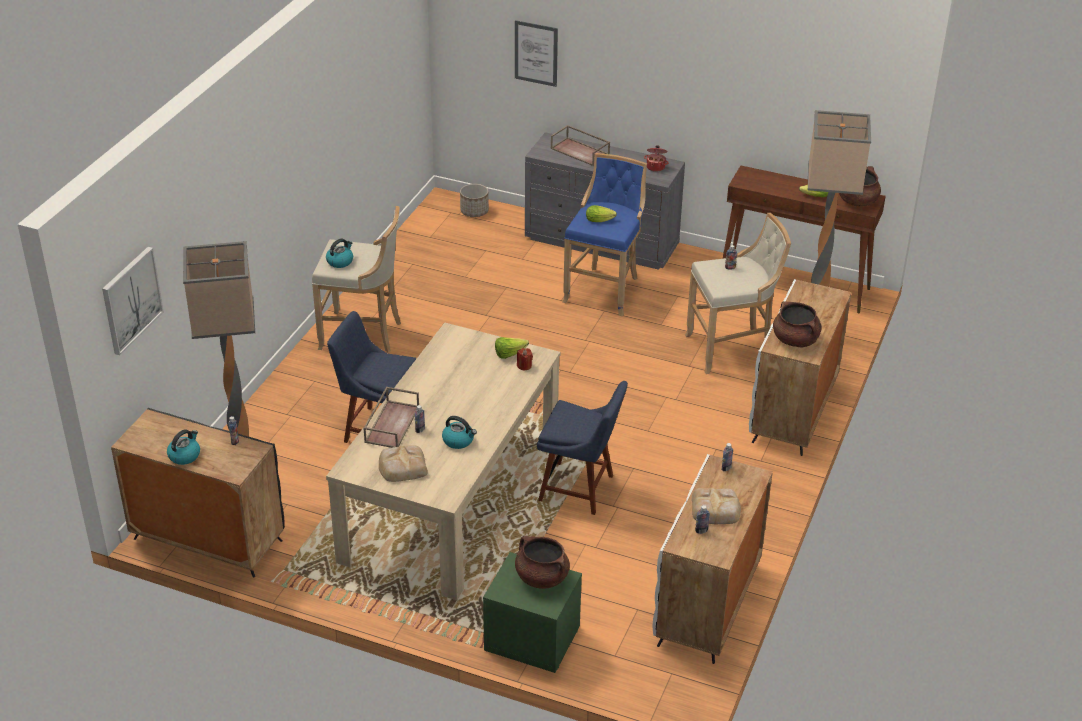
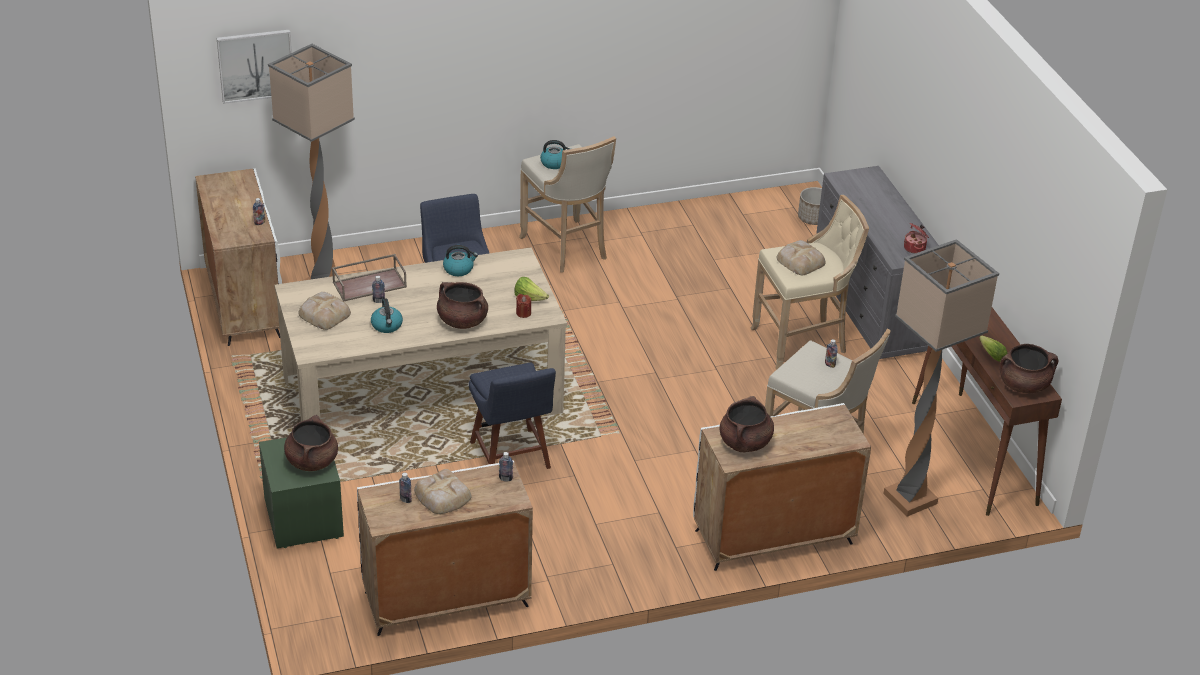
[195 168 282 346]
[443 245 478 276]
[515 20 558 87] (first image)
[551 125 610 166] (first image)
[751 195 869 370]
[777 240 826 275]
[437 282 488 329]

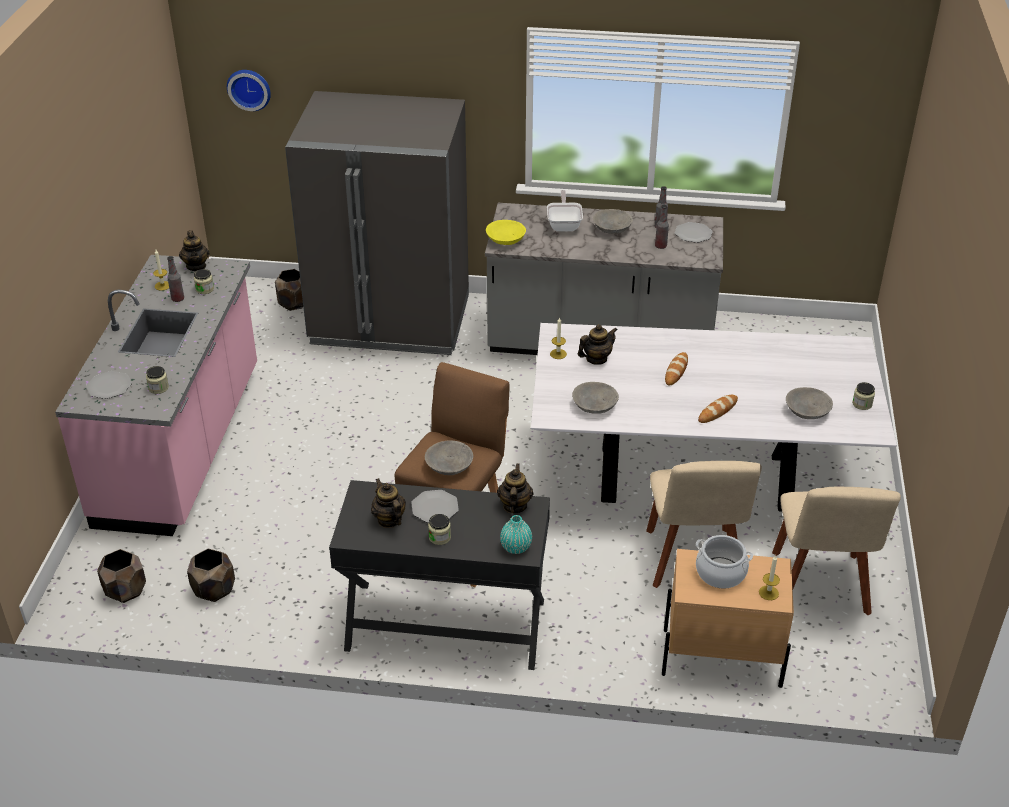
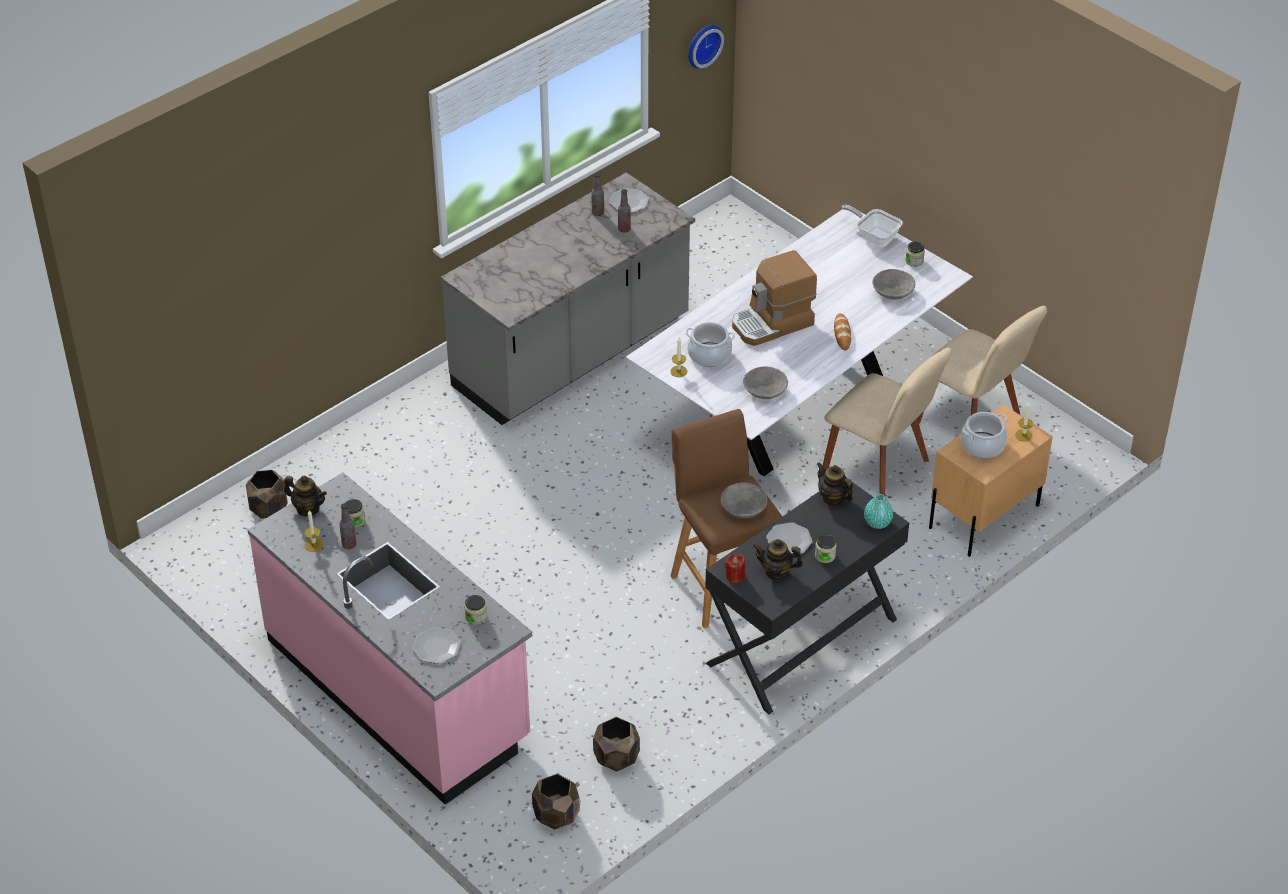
[688 25 724 68]
[285 91 469 355] (first image)
[486 220 526 245] (first image)
[842 205 903 246]
[685 322 735 367]
[593 209 633 234] (first image)
[732 250 817 346]
[725 554 745 583]

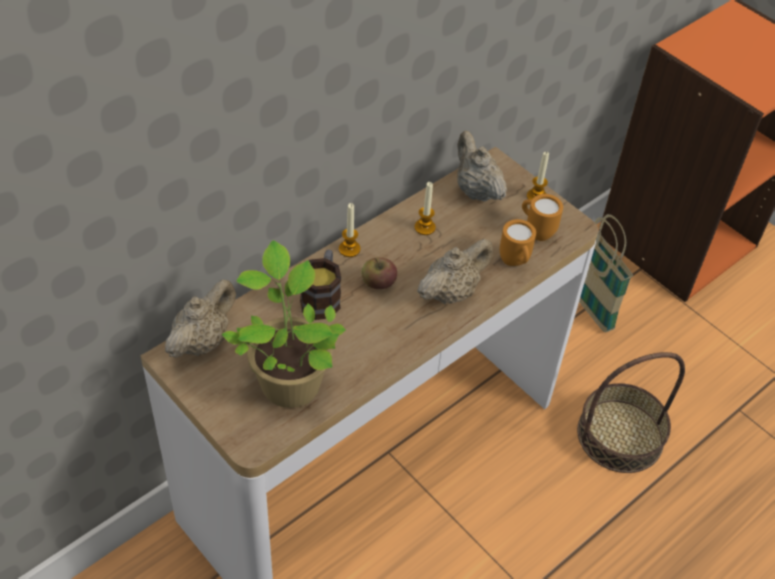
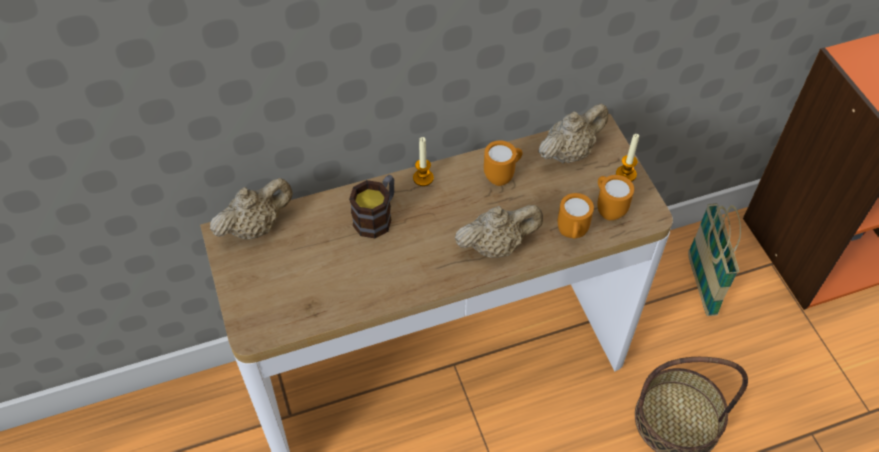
[222 240 346 408] (first image)
[362 257 397 289] (first image)
[484 140 523 186]
[538 104 609 163]

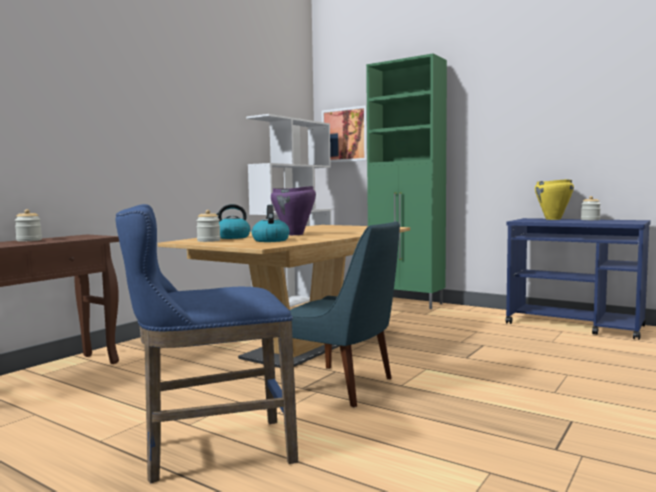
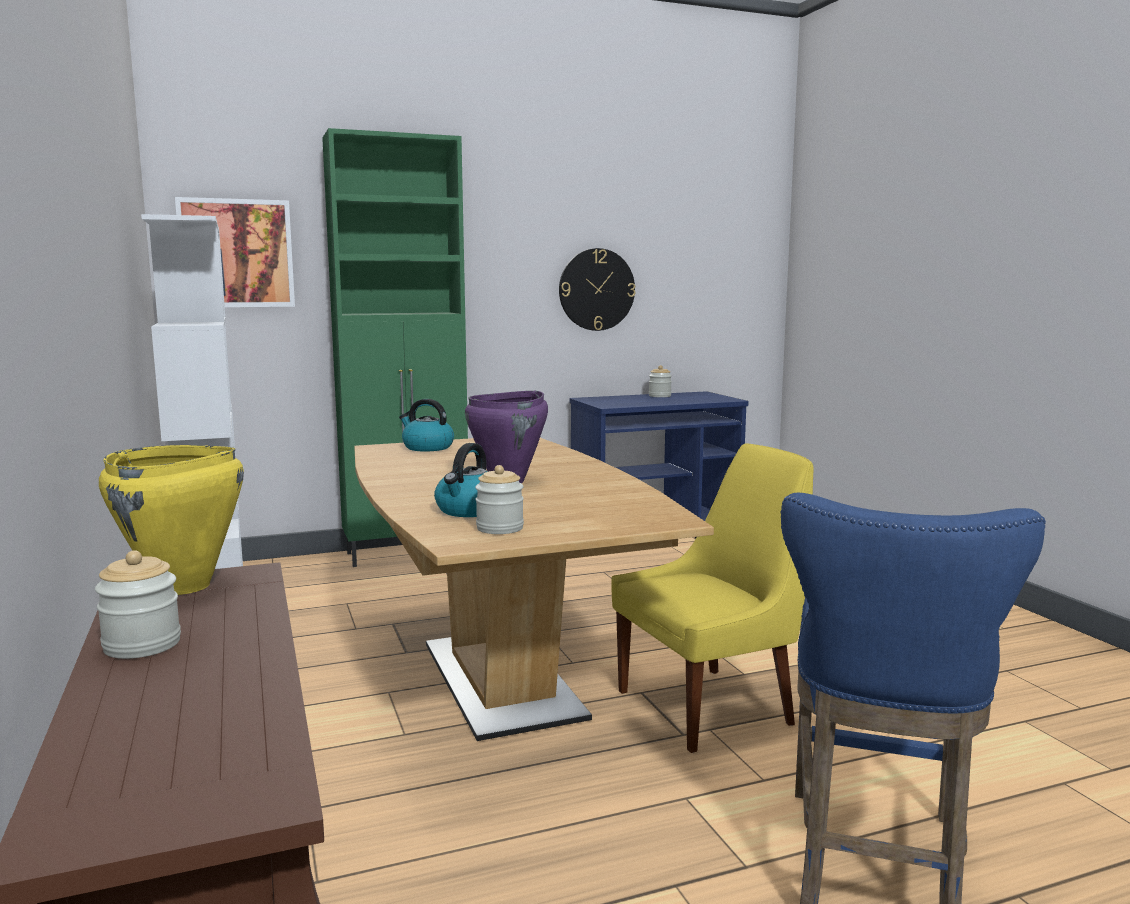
[399 399 454 452]
[611 443 813 753]
[99 445 244 595]
[559 248 636 331]

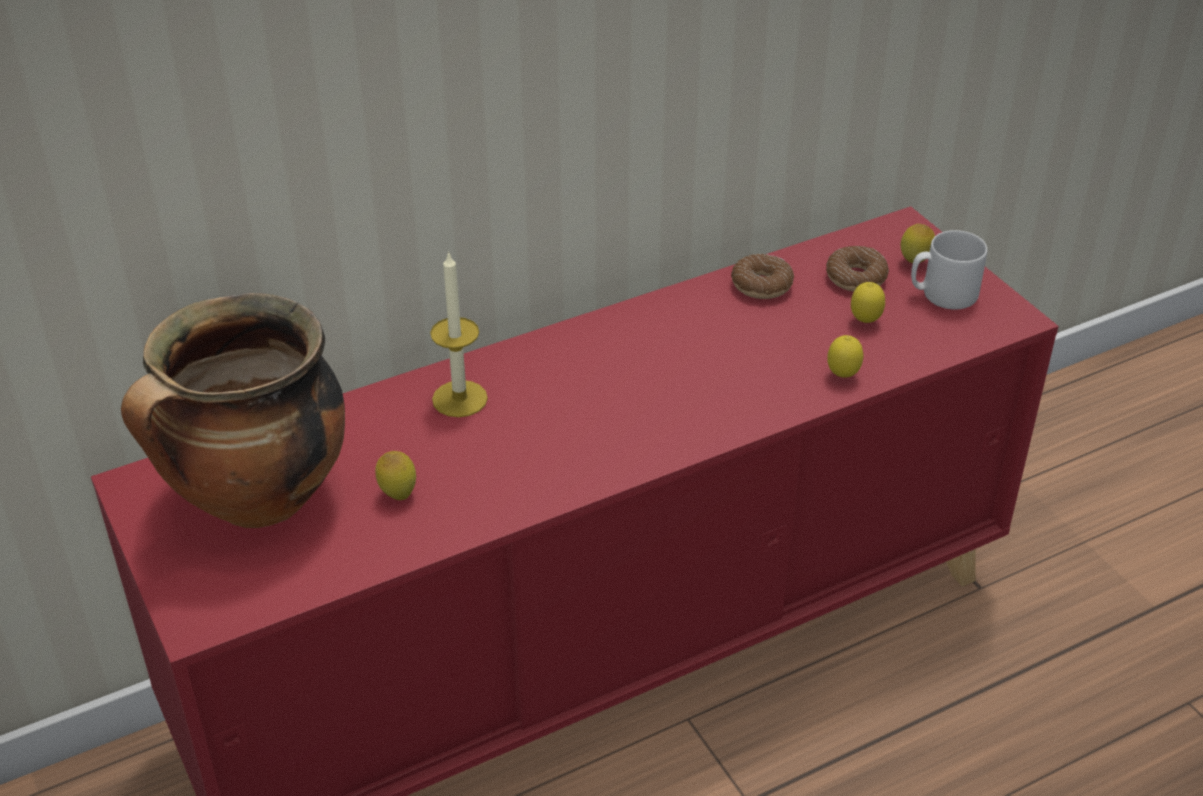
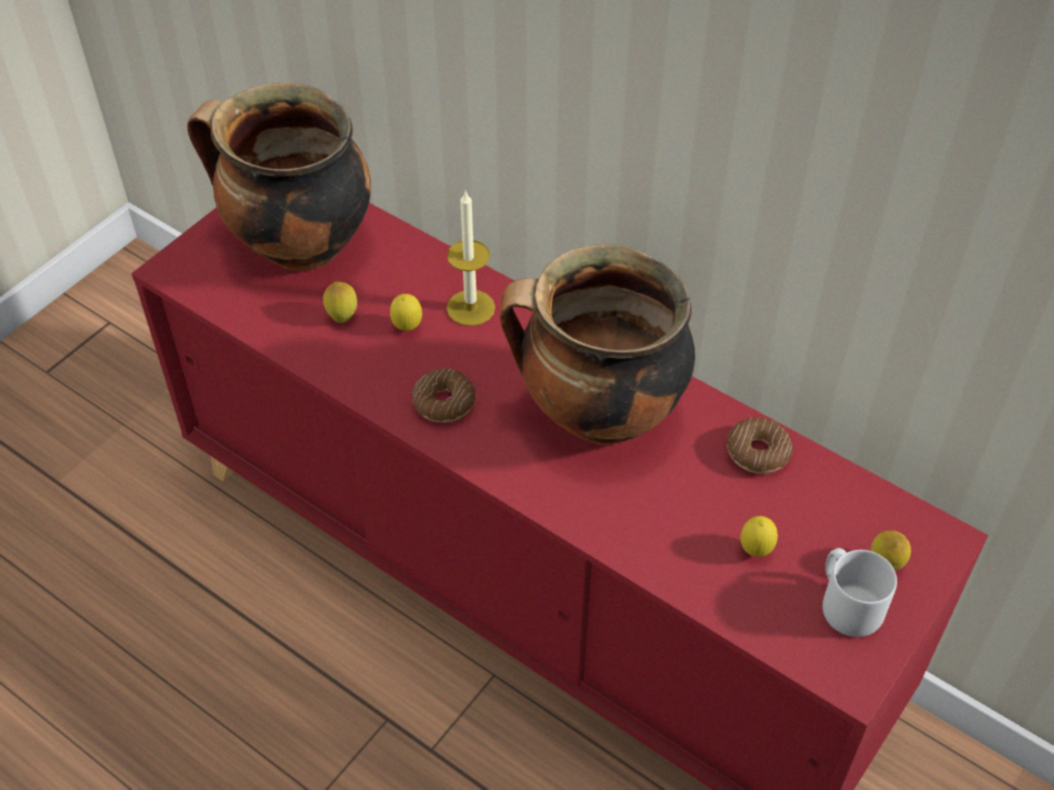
[412 368 475 423]
[390 294 422 331]
[500 244 695 445]

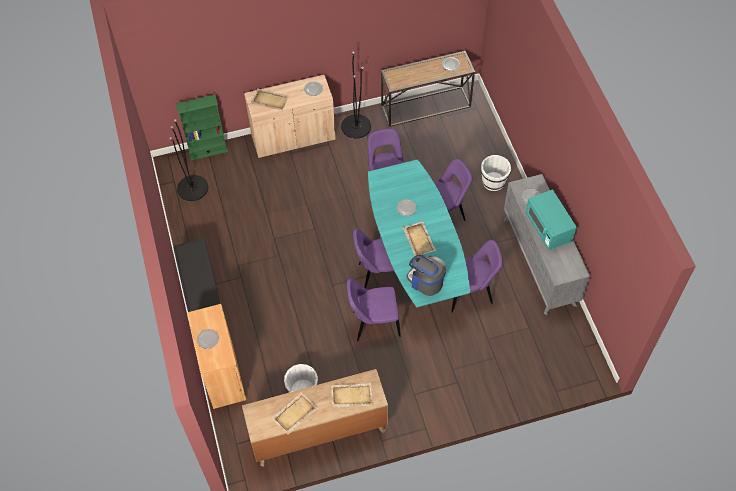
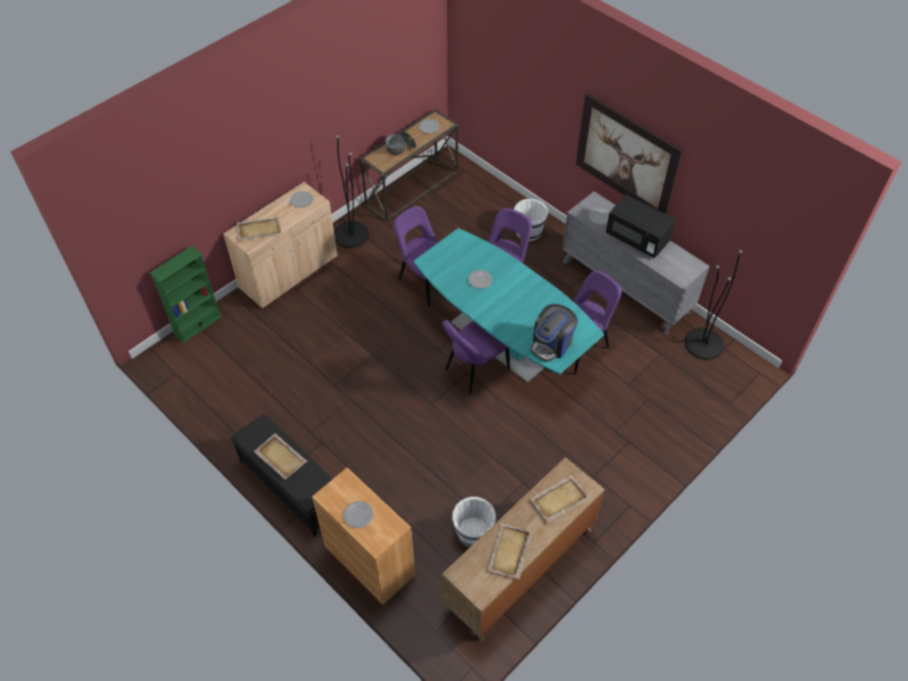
[685 250 742 360]
[347 278 401 341] (first image)
[253 433 308 480]
[531 304 578 362]
[606 194 676 258]
[385 131 416 155]
[576 93 683 215]

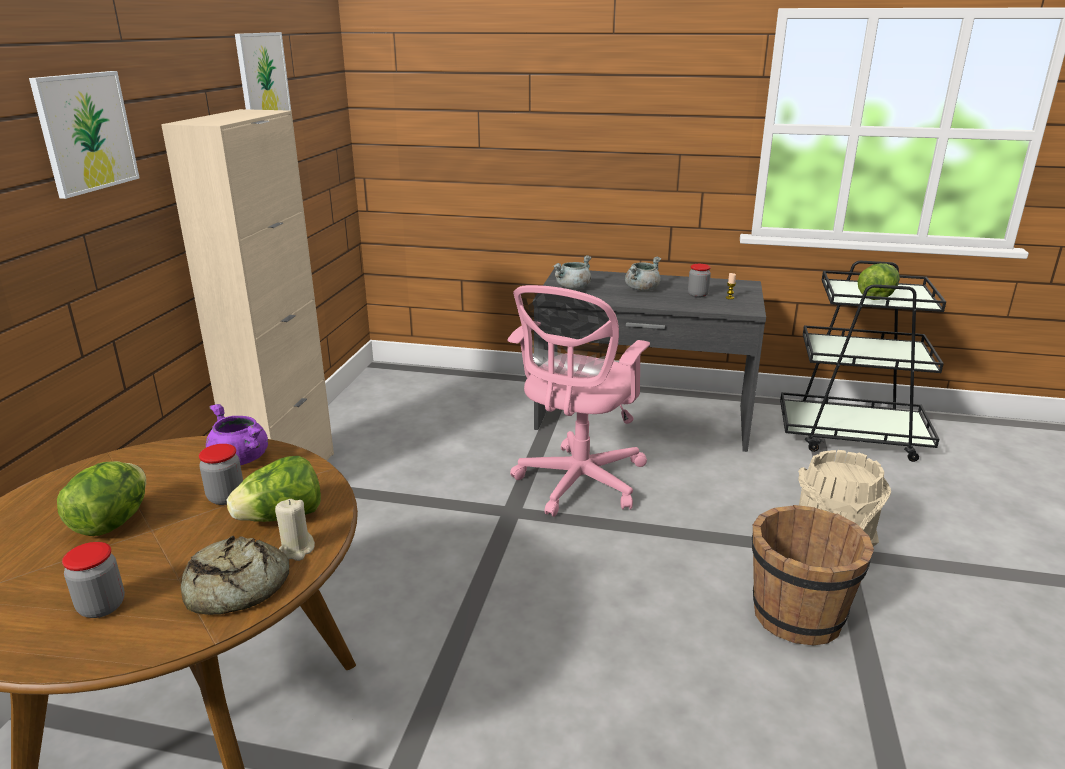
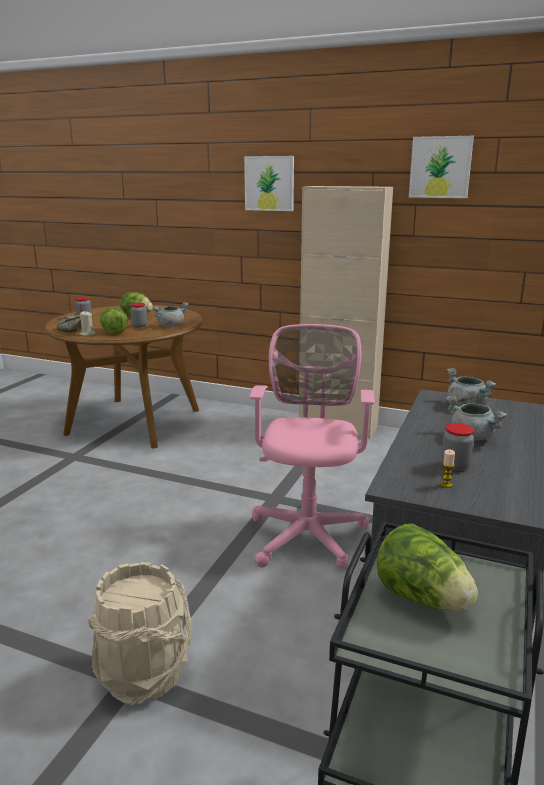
[152 302 188 327]
[249 324 375 568]
[752 505 874 646] (first image)

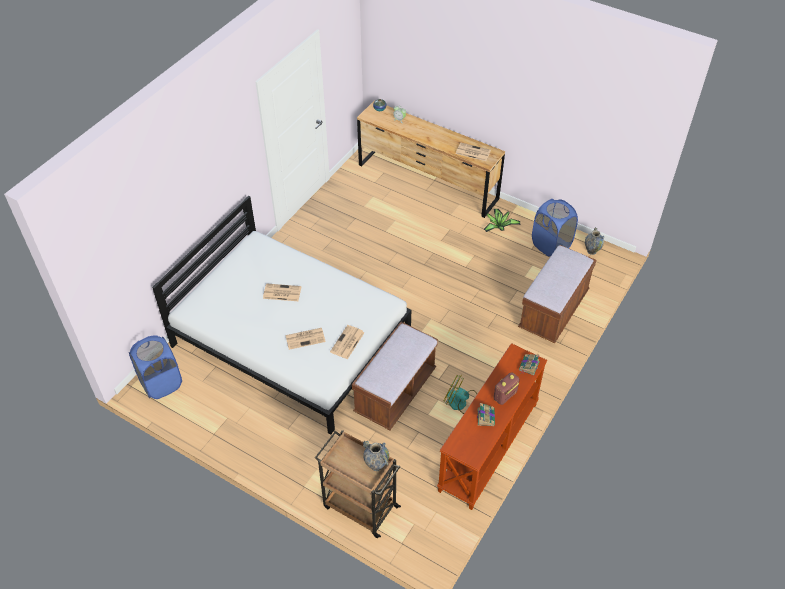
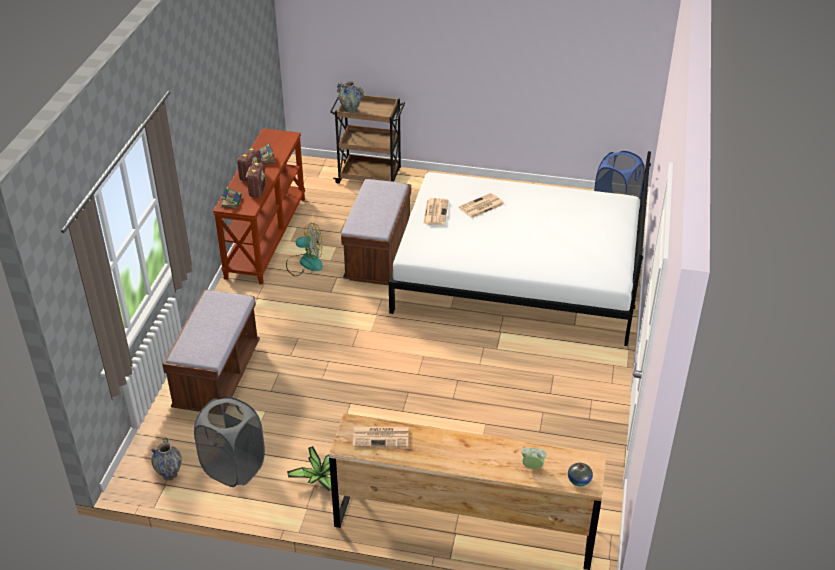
[263 283 301 301] (first image)
[194 397 265 487]
[246 163 266 197]

